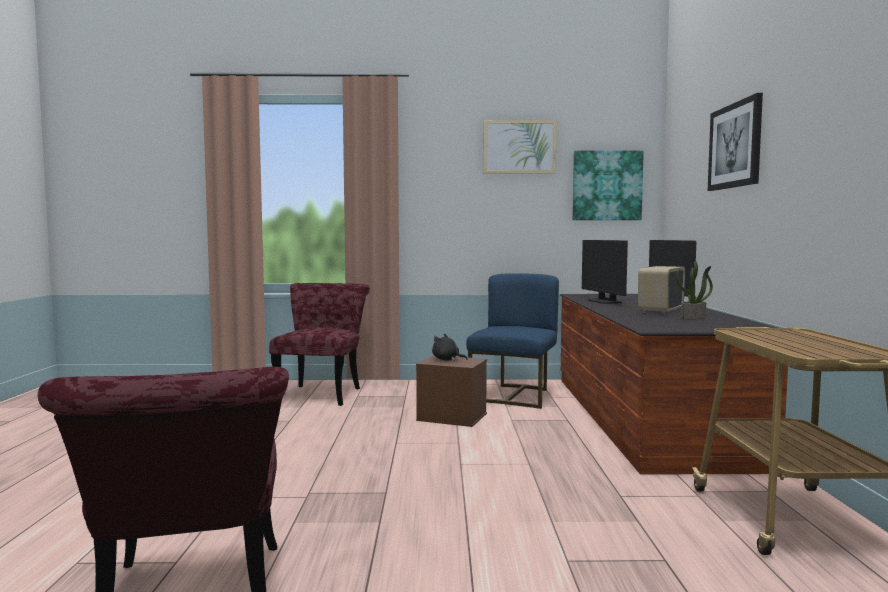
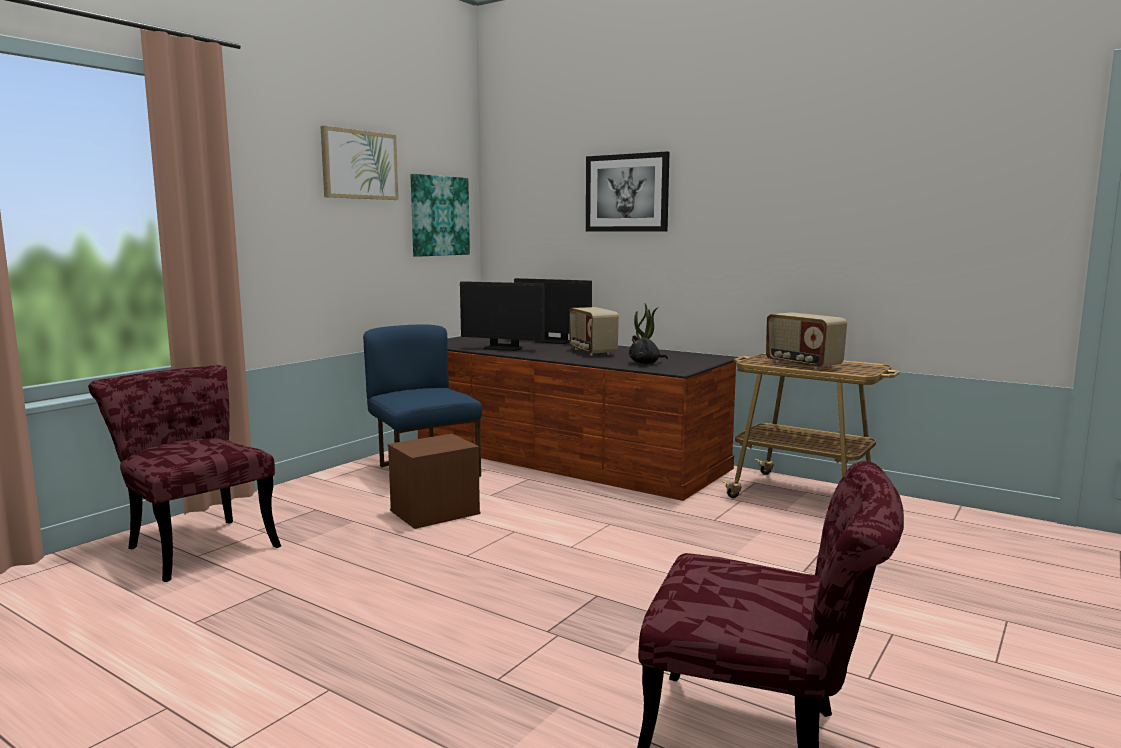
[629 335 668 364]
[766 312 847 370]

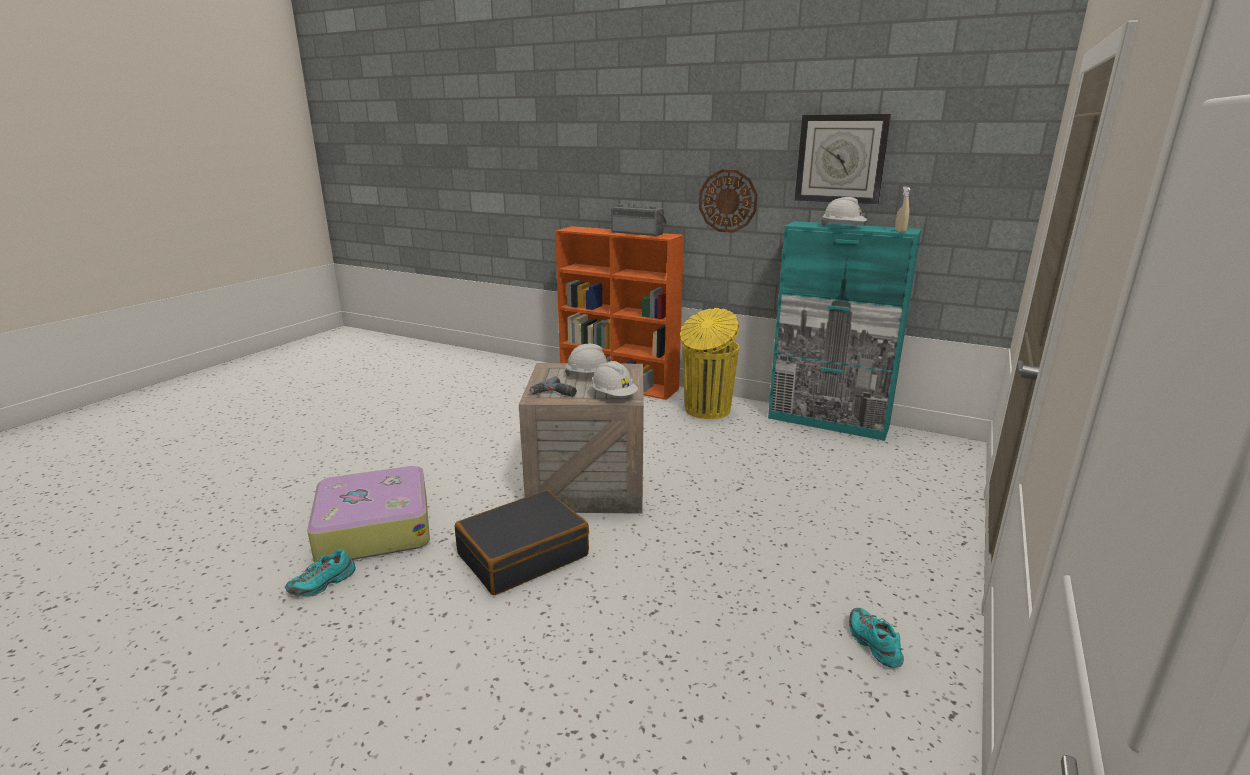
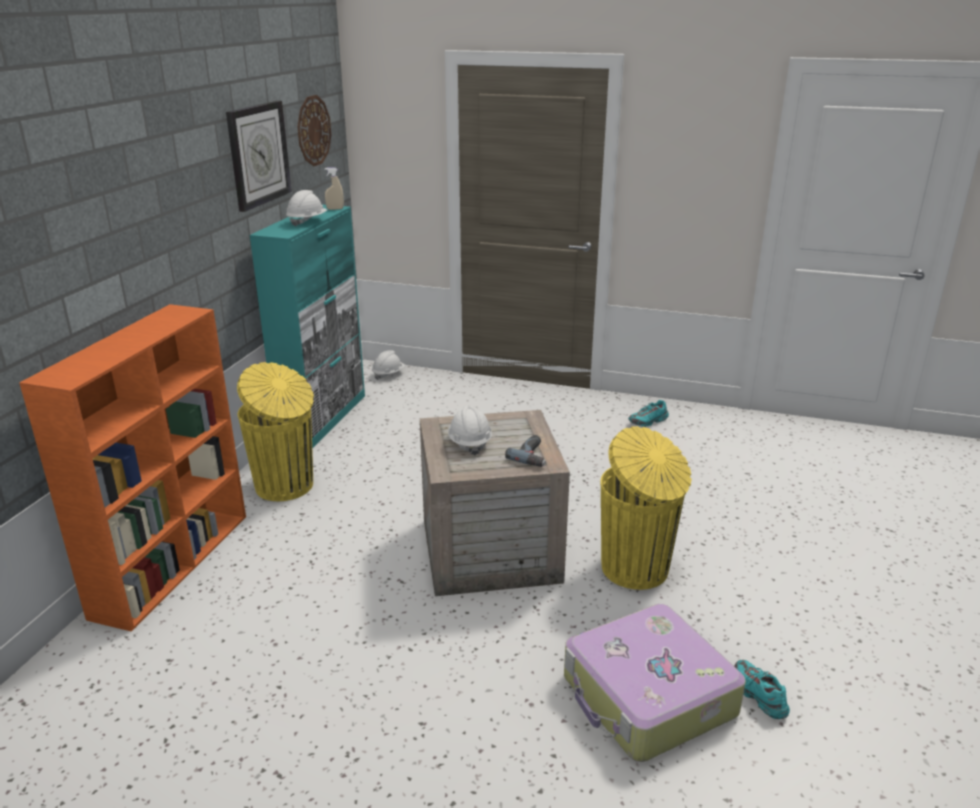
[734 660 790 719]
[601 426 692 590]
[372 350 406 380]
[611 203 667 236] (first image)
[297 95 331 166]

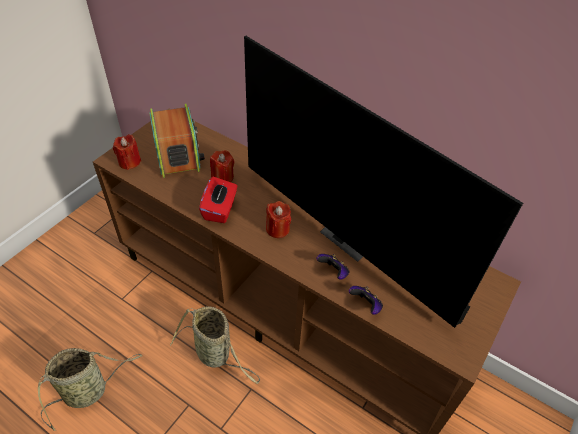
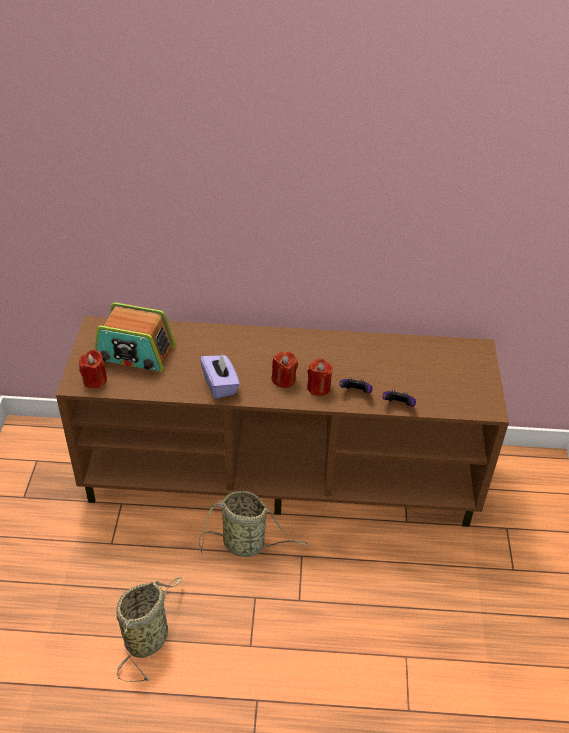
[94 302 176 372]
[200 354 240 399]
[307 358 333 396]
[244 36 523 328] (first image)

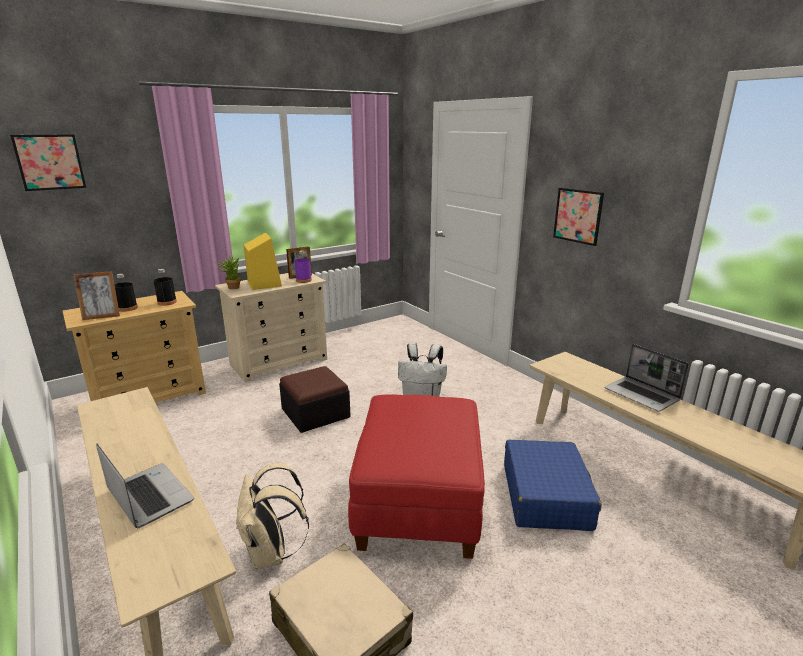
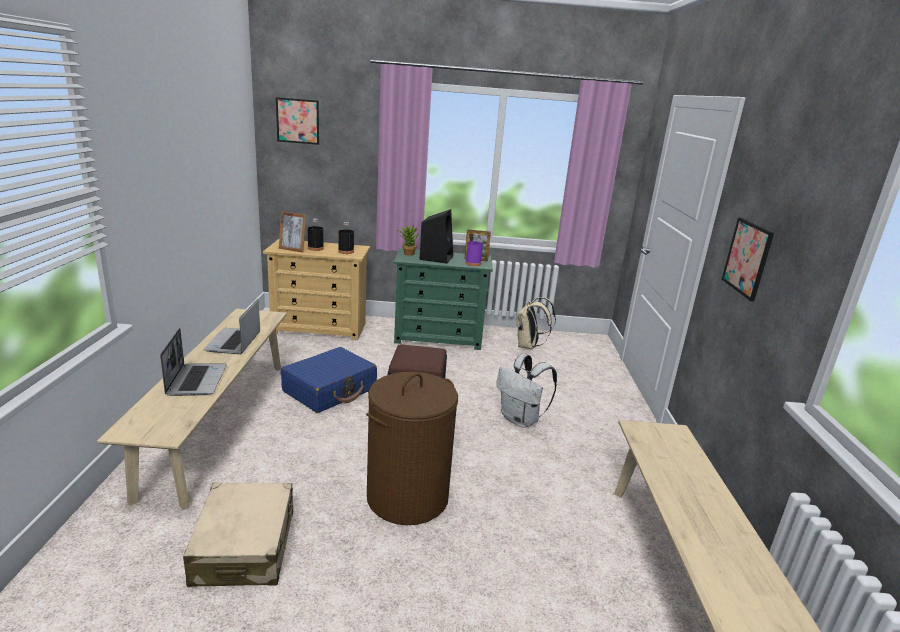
[394 248 493 350]
[516 297 556 350]
[419 209 453 264]
[366 372 458 525]
[281 347 377 413]
[204 299 260 354]

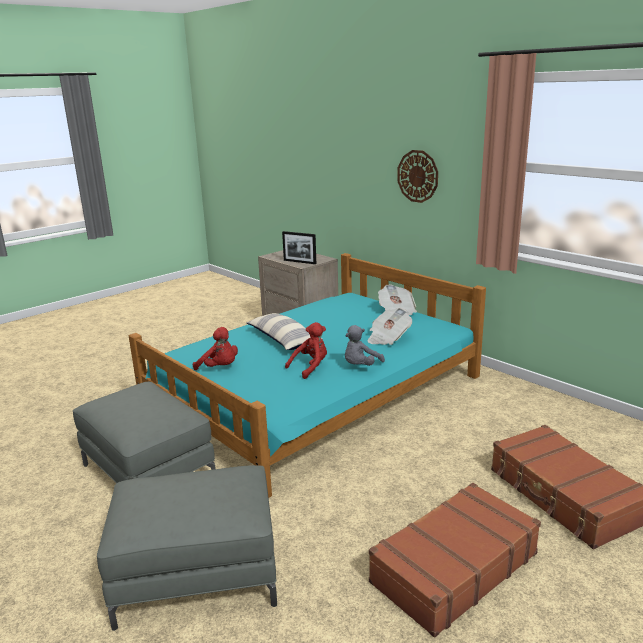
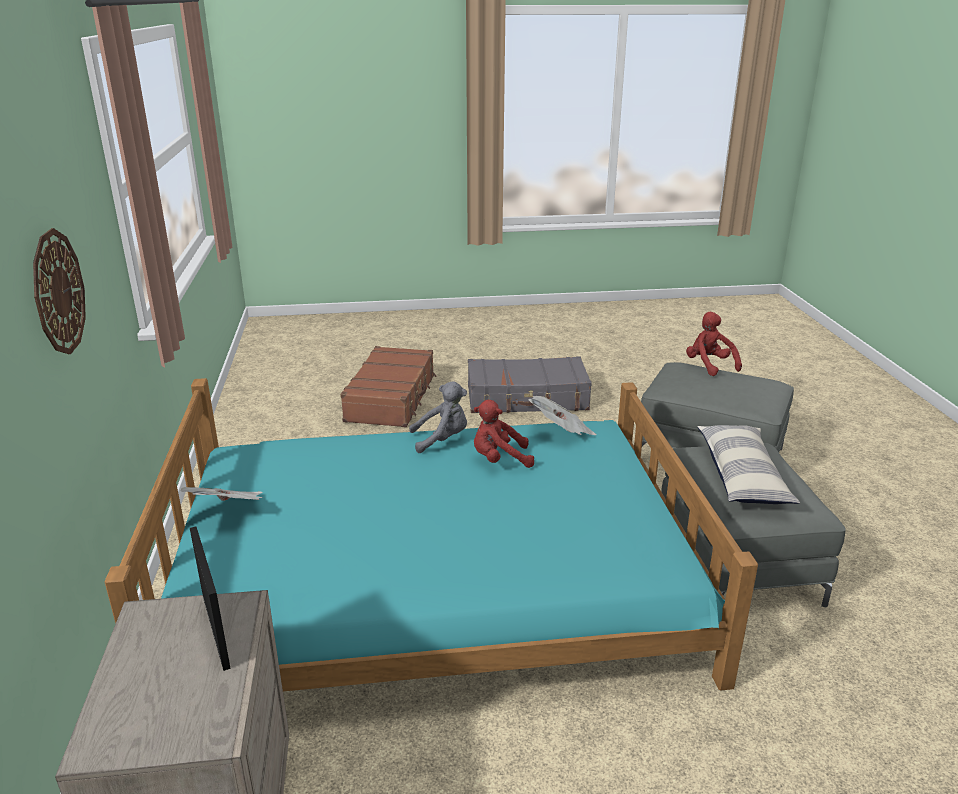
[686 312 742 376]
[697 425 800 504]
[528 396 596 435]
[468 356 592 413]

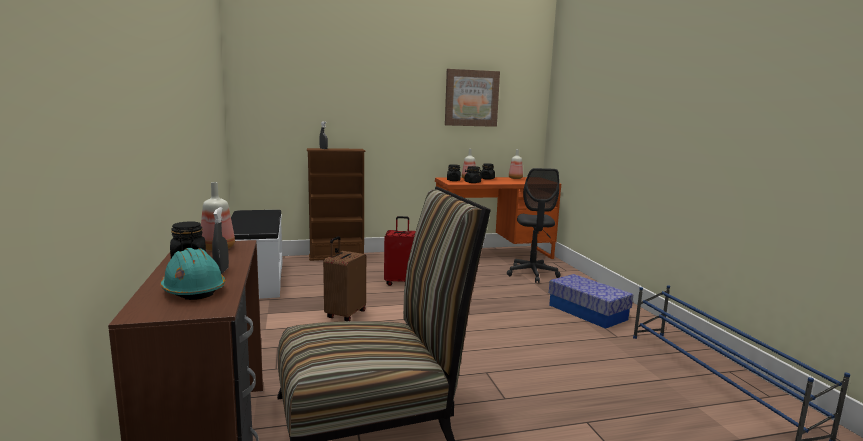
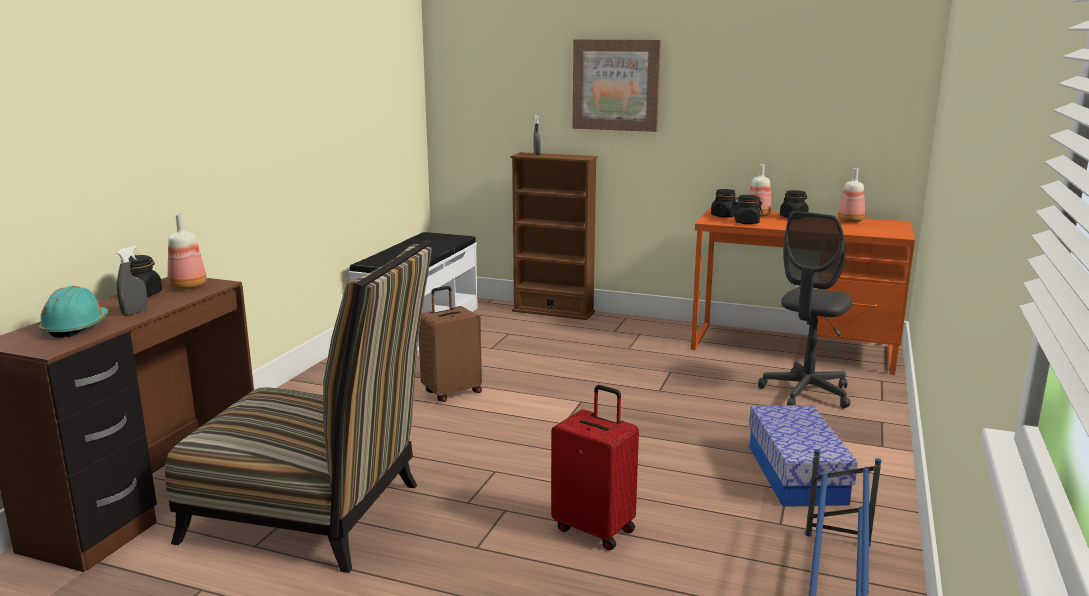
[551 385 639 550]
[573 39 661 132]

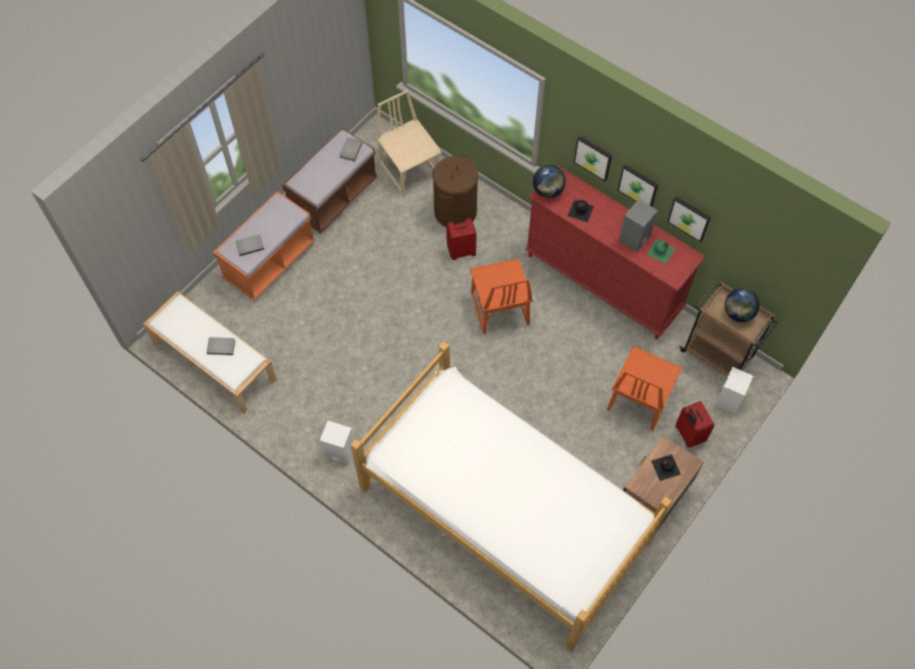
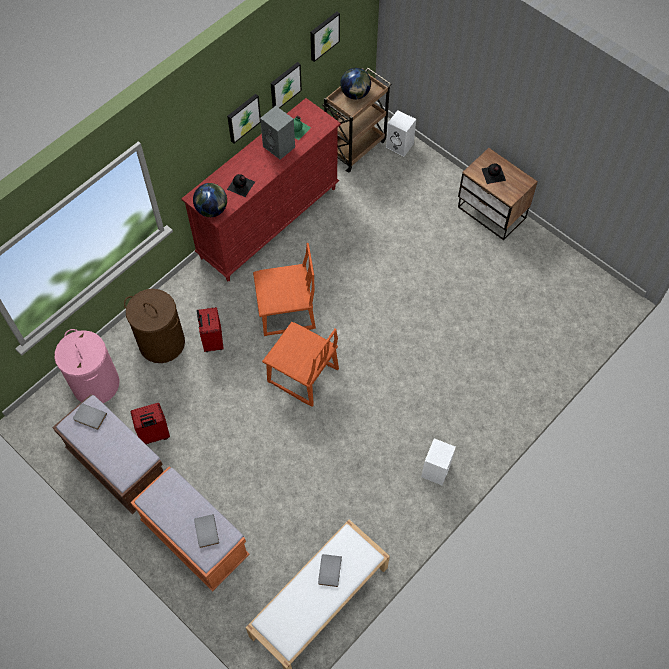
[351 341 672 651] (first image)
[54 329 119 403]
[310 12 340 62]
[262 322 339 407]
[130 403 170 445]

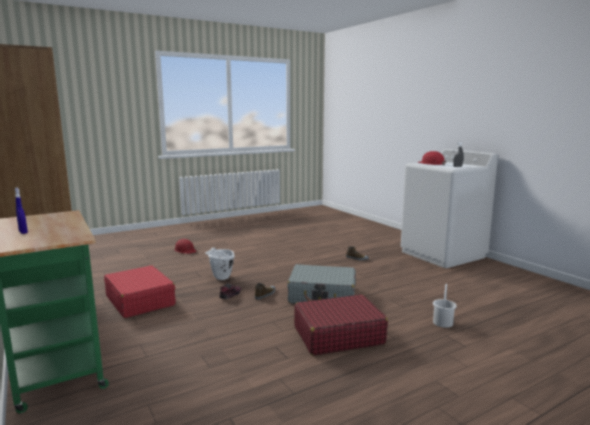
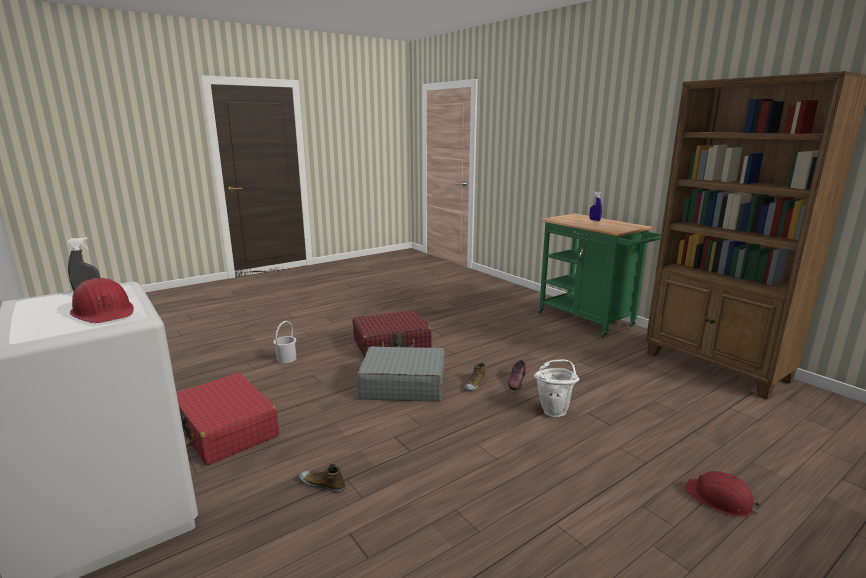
[176 373 279 465]

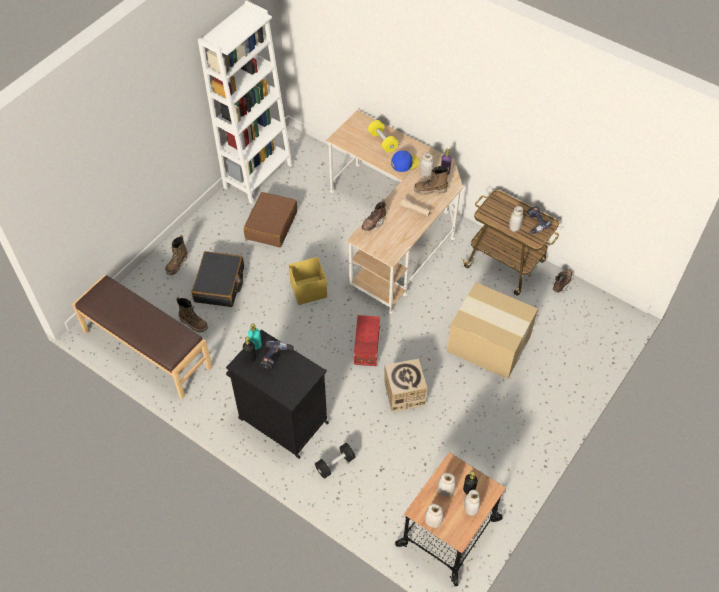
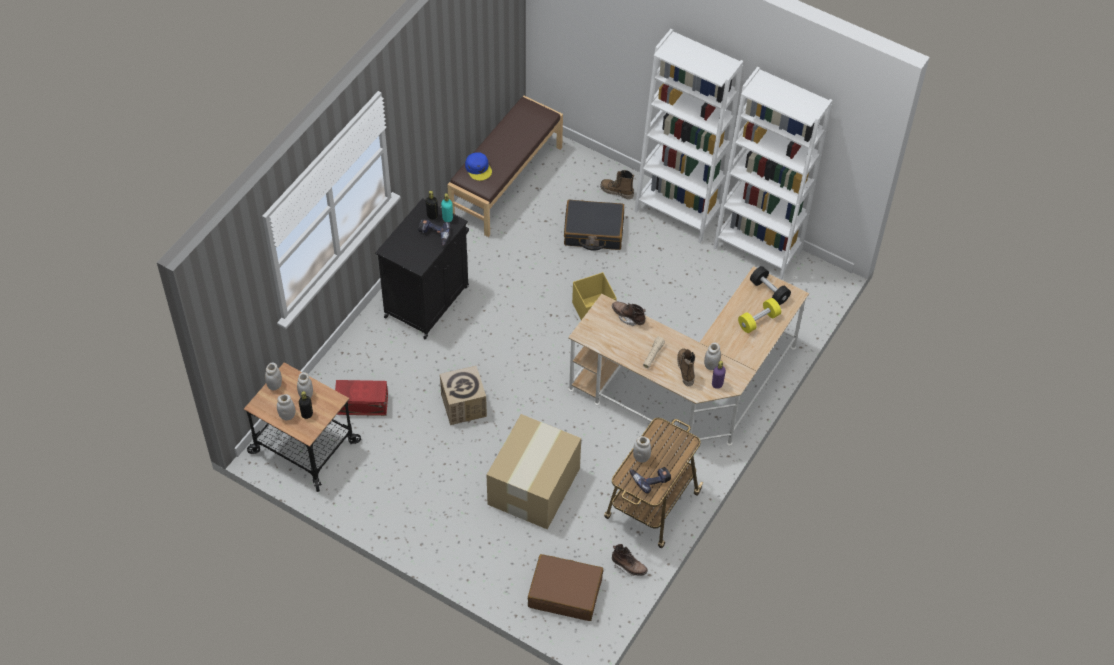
[176 297 208 333] (first image)
[528 554 603 621]
[750 266 791 305]
[335 380 388 416]
[465 152 492 181]
[635 29 743 243]

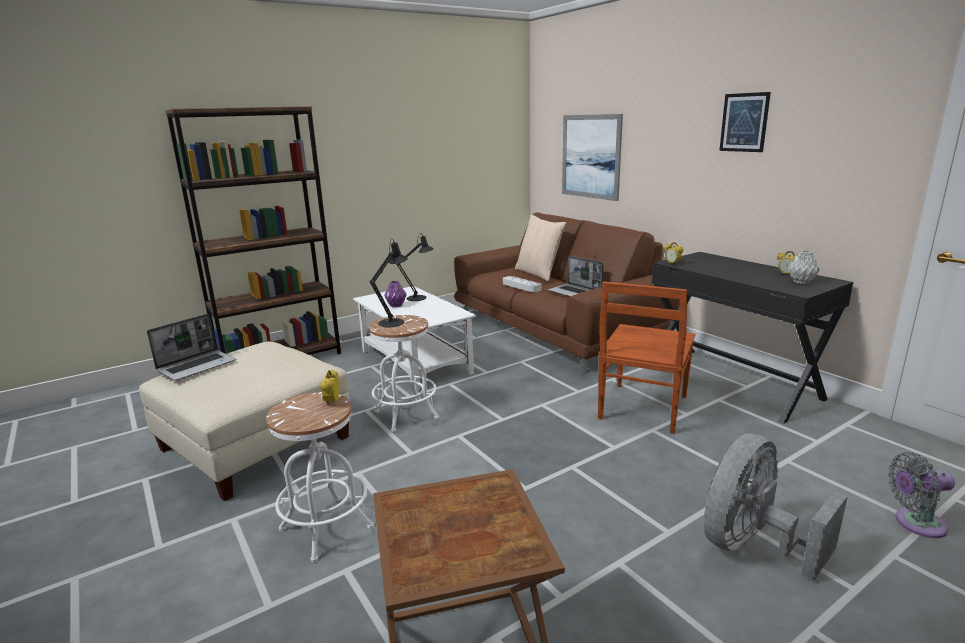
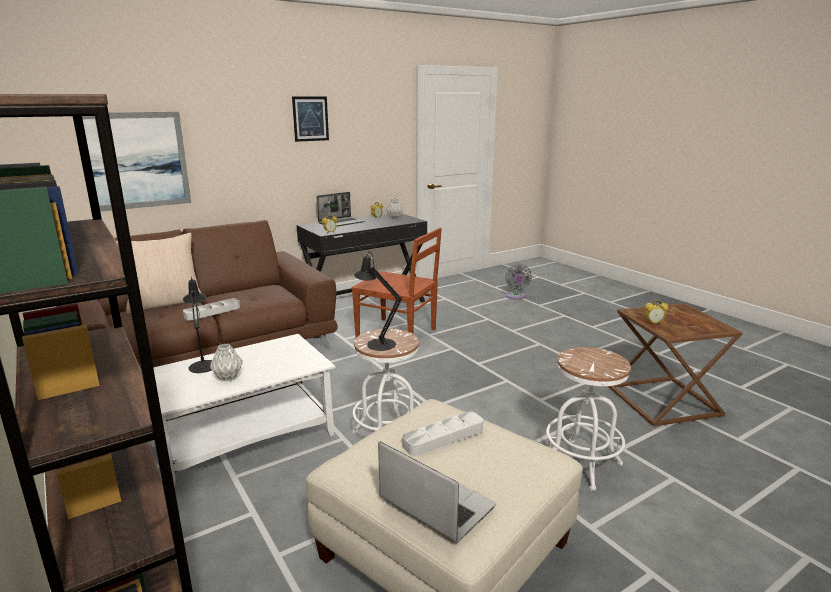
[644 300 669 324]
[210 344 243 382]
[317 192 365 226]
[704 433 848 580] (first image)
[403 411 483 456]

